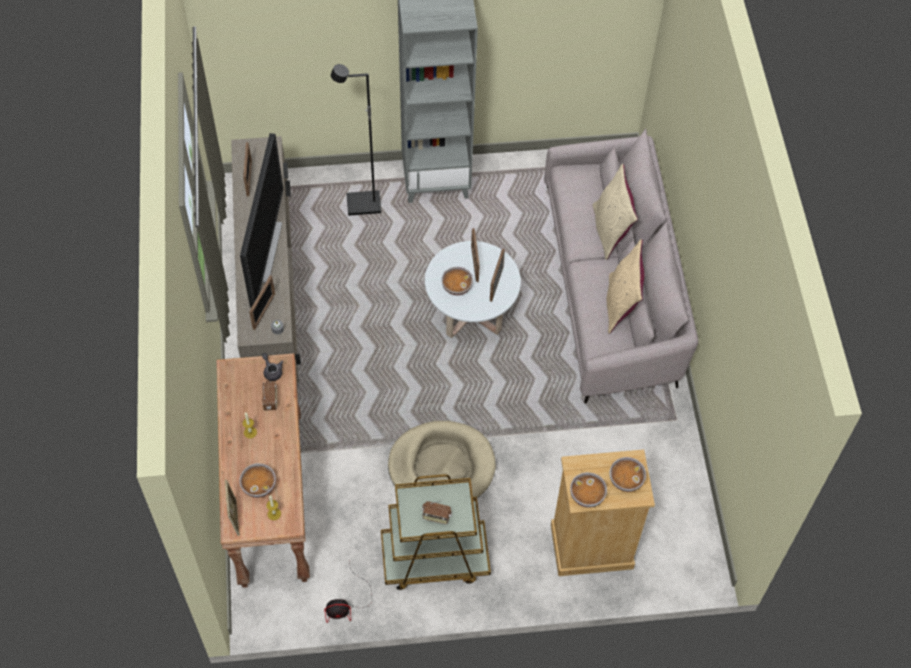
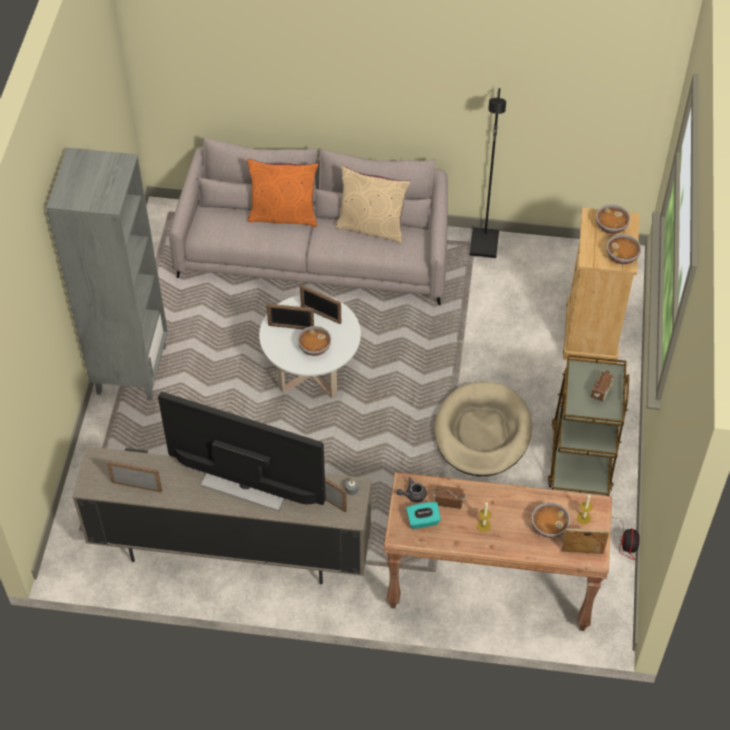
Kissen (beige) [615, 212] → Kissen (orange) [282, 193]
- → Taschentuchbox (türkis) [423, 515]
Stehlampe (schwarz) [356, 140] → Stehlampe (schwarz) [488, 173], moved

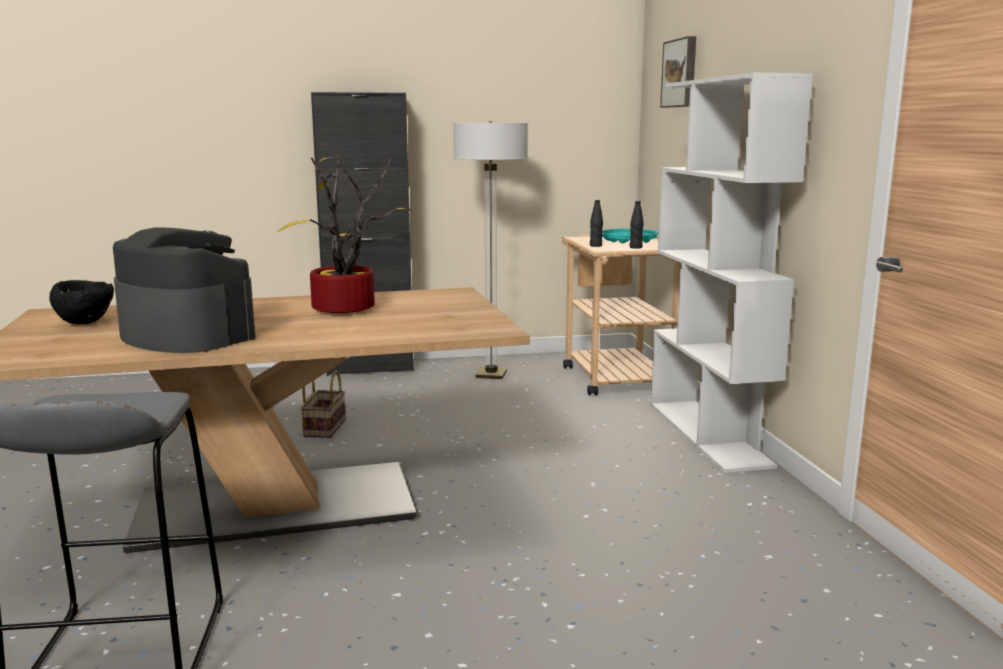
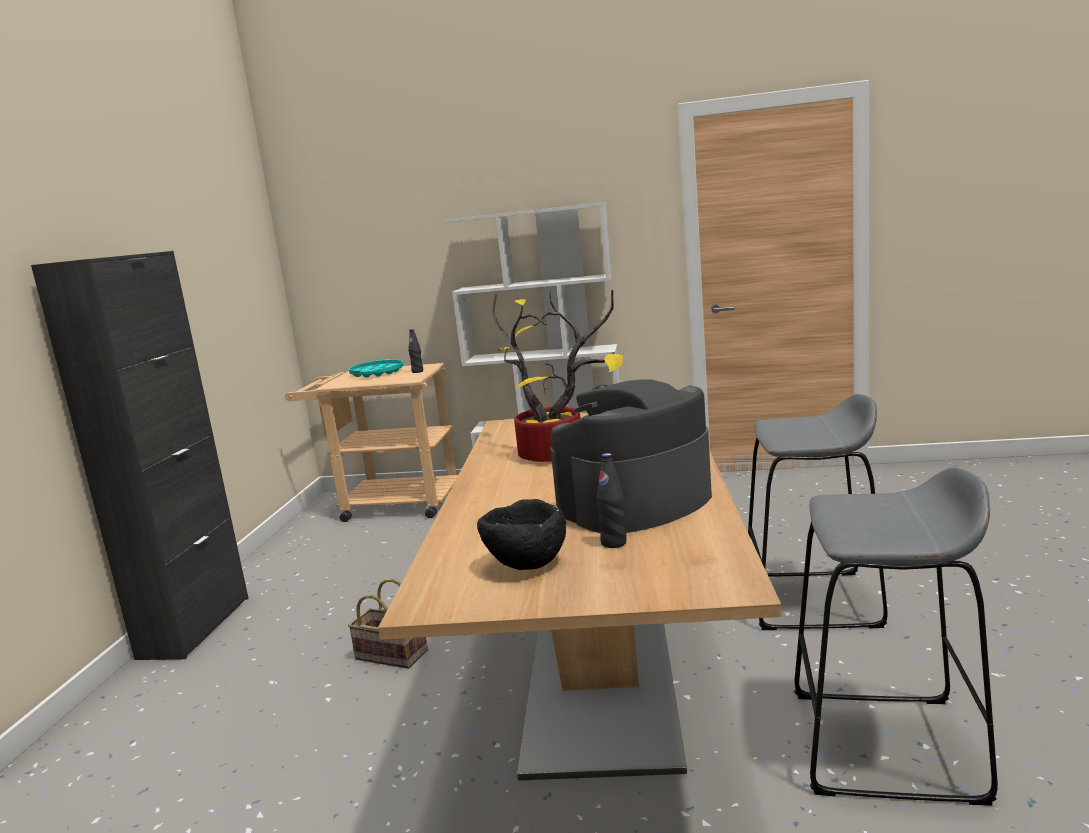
Flasche (schwarz) [596, 223] → Flasche (schwarz) [611, 500], moved
- → Hocker (grau) [818, 512]
Stehlampe [490, 250] → -
Bild [678, 72] → -

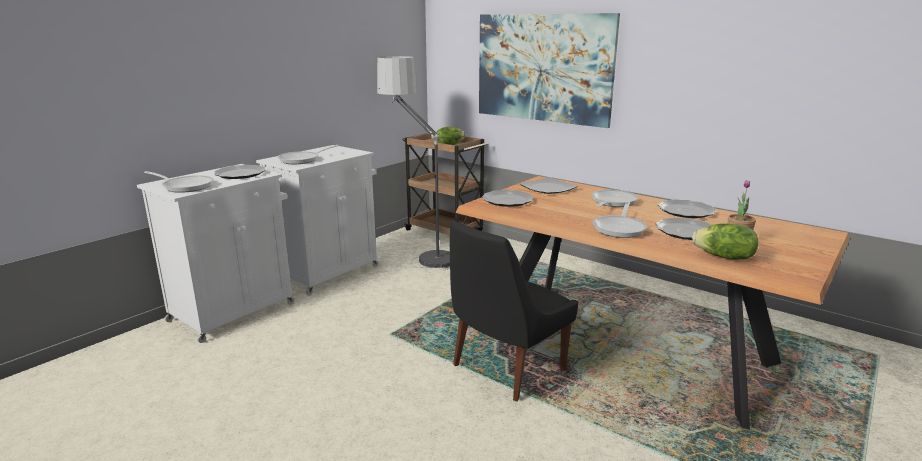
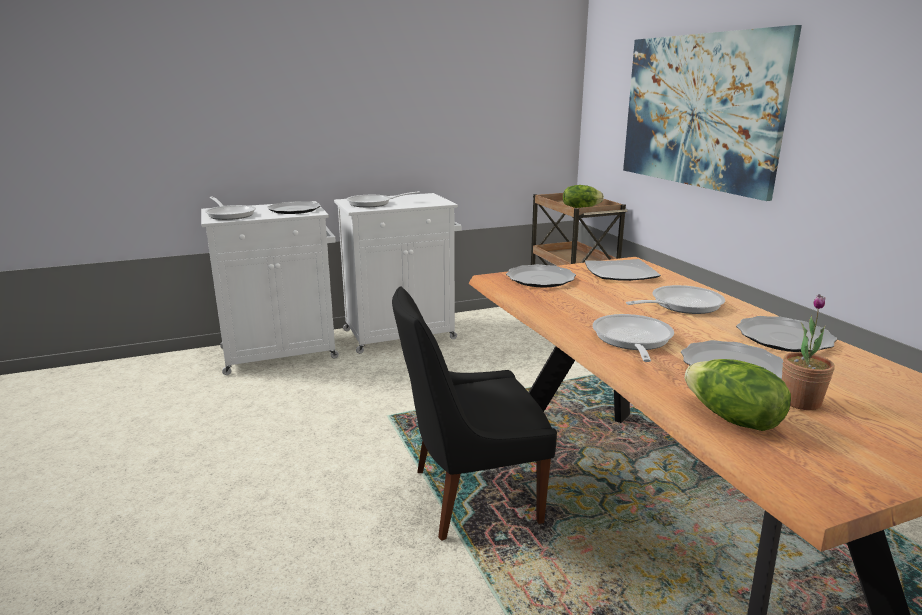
Pfanne [619, 219] → Pfanne [633, 338], 135 degrees clockwise
Stehlampe [413, 163] → -

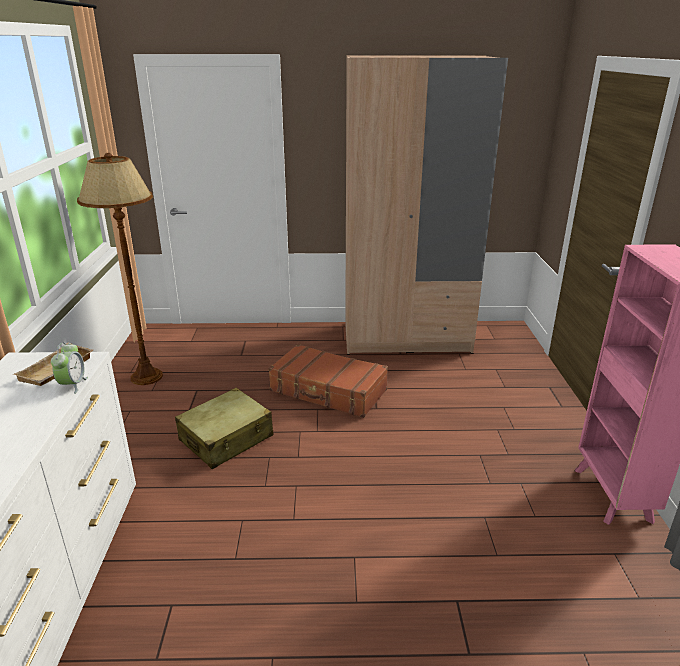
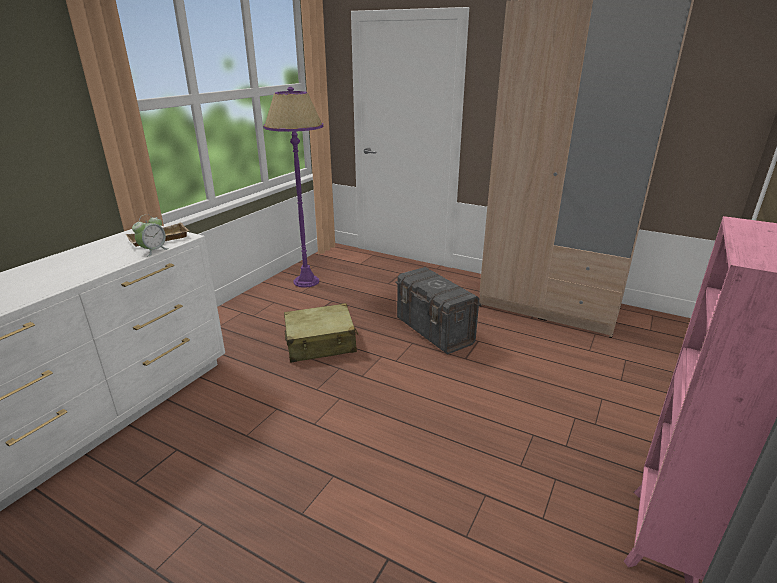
Stehlampe (braun) [120, 269] → Stehlampe (lila) [293, 187]
Koffer (braun) [328, 381] → Aufbewahrungsbox (grau) [438, 311]

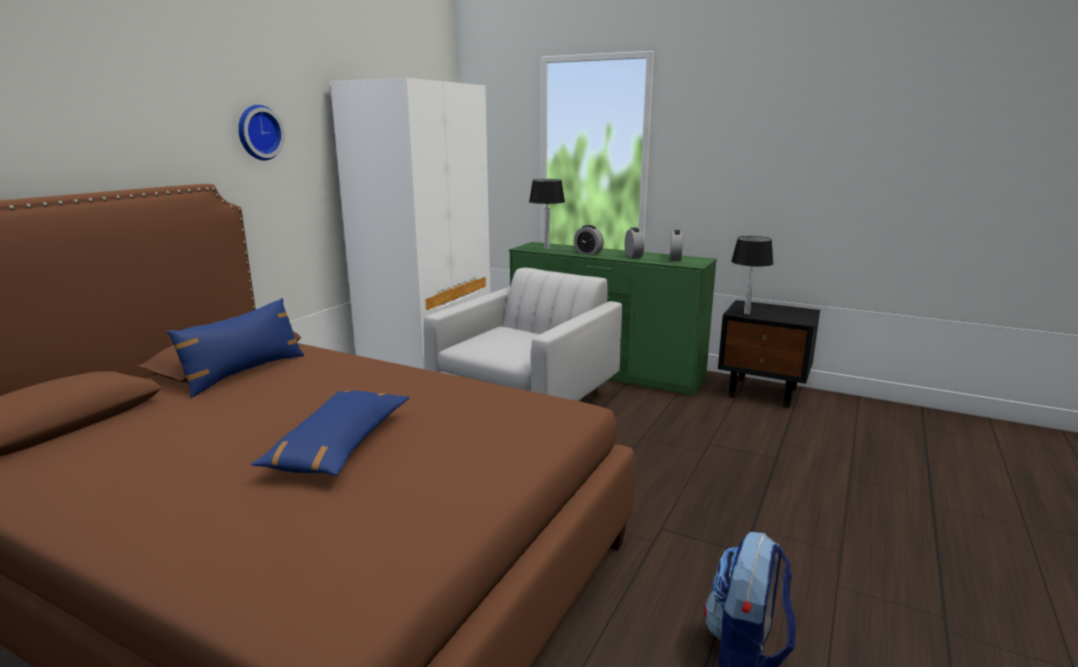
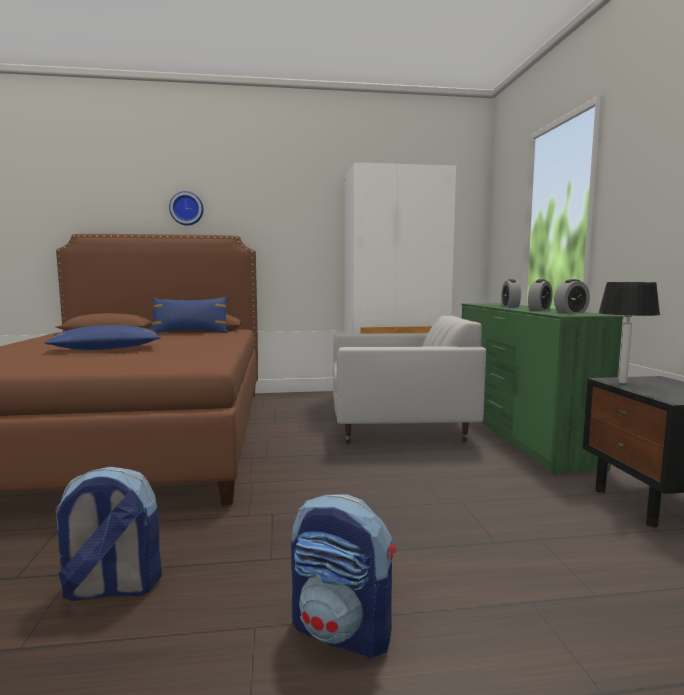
Wanduhr [261, 132] → Wanduhr [186, 208], moved
- → Rucksack [343, 576]
Tischlampe [547, 214] → -

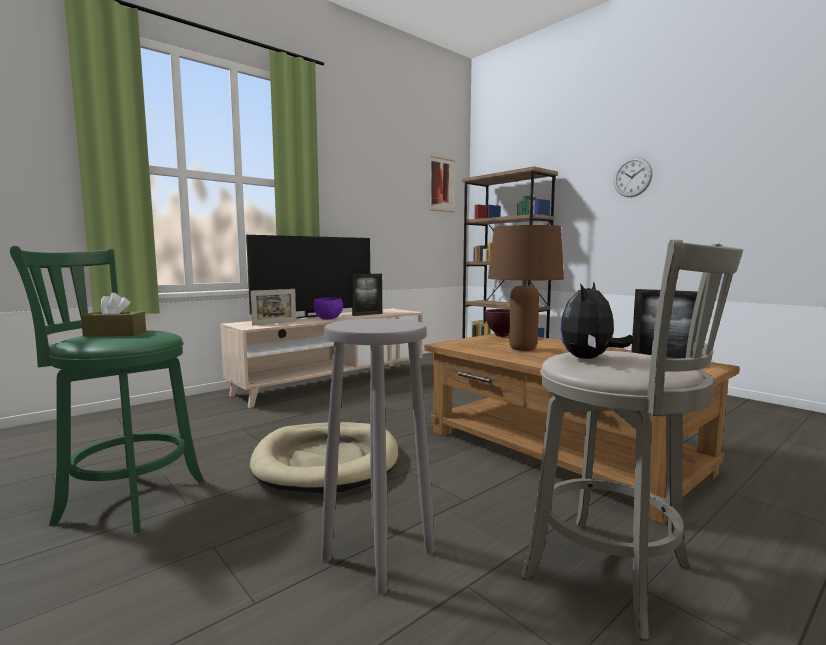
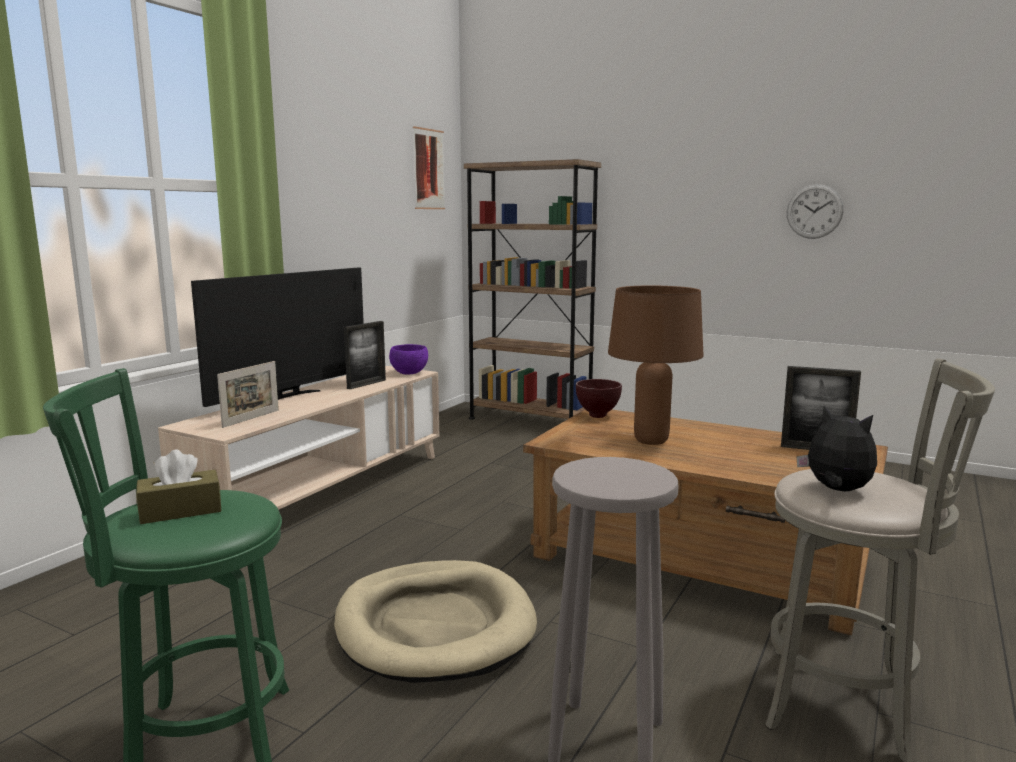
Schüssel (lila) [328, 309] → Schüssel (lila) [408, 359], moved
Wanduhr [633, 177] → Wanduhr [815, 211], moved
Plüschtier [597, 320] → Plüschtier [836, 448], 120 degrees clockwise

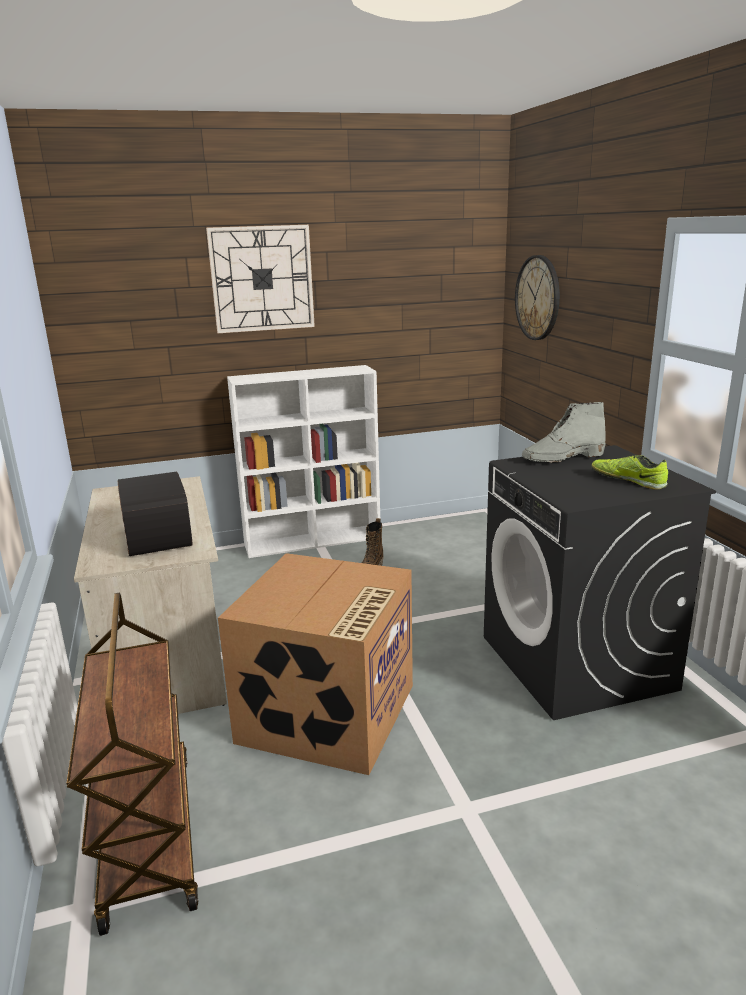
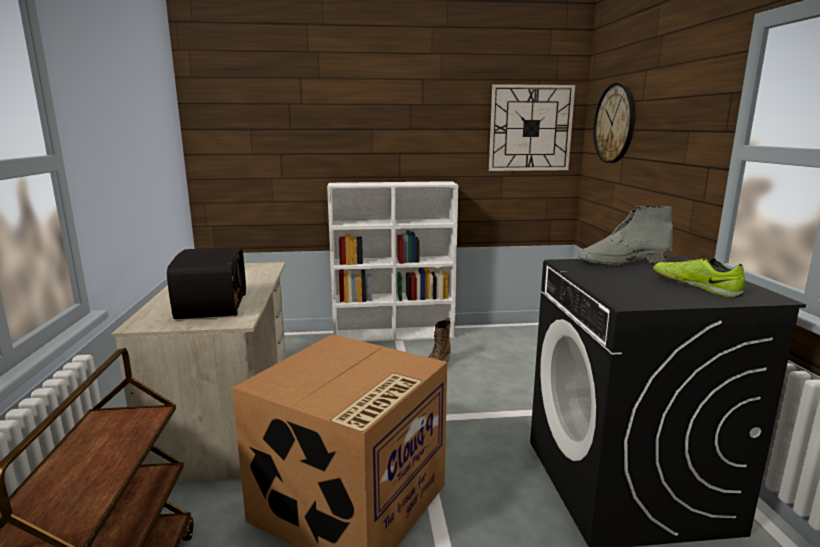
Wanduhr [260, 279] → Wanduhr [532, 127], moved

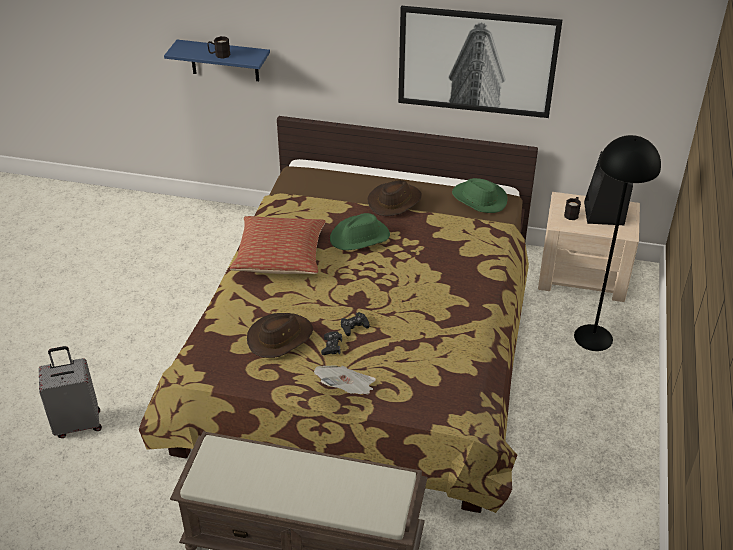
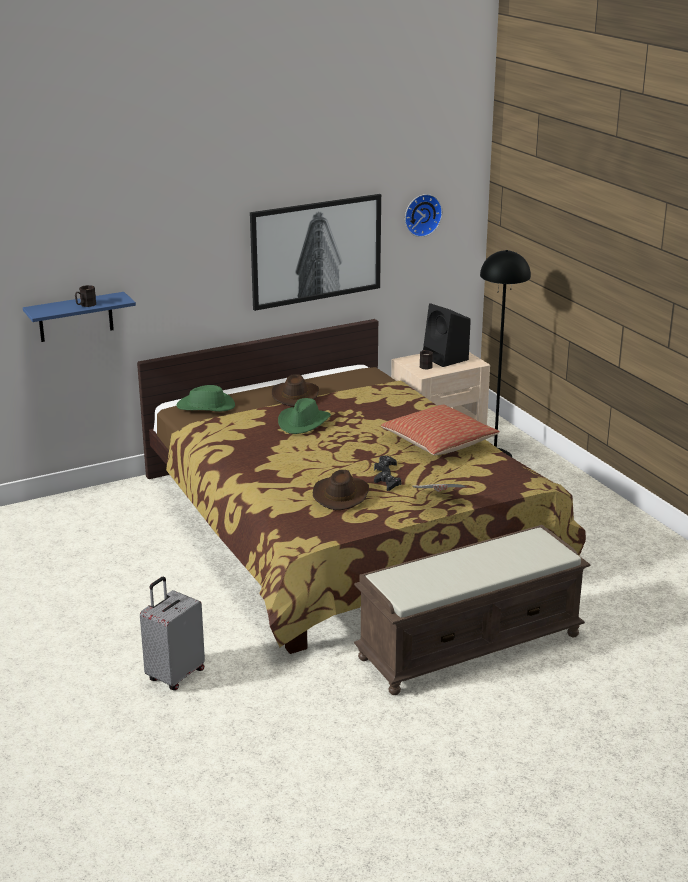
Hut (grün) [480, 195] → Hut (grün) [205, 398], moved
Kissen [277, 245] → Kissen [440, 430], moved
- → Wanduhr [423, 215]

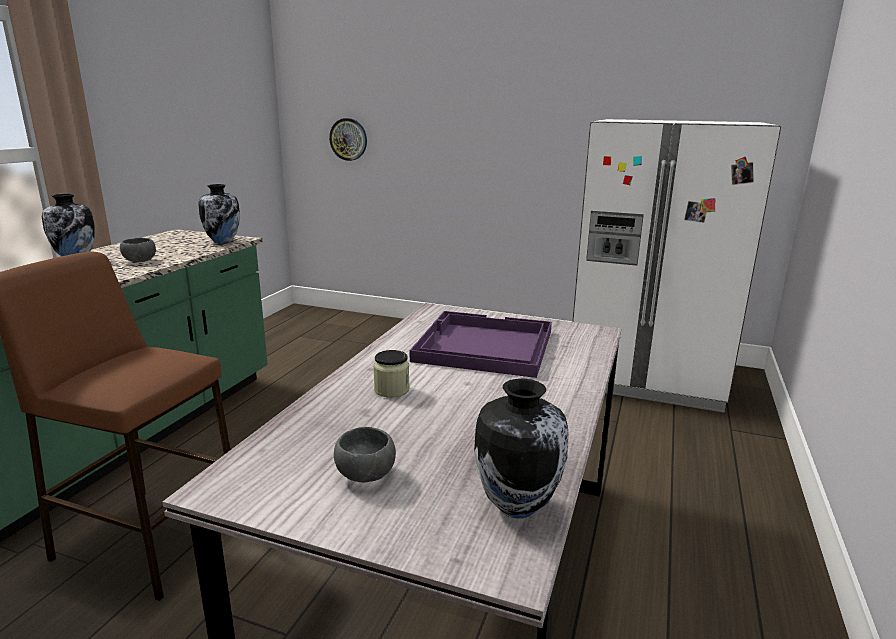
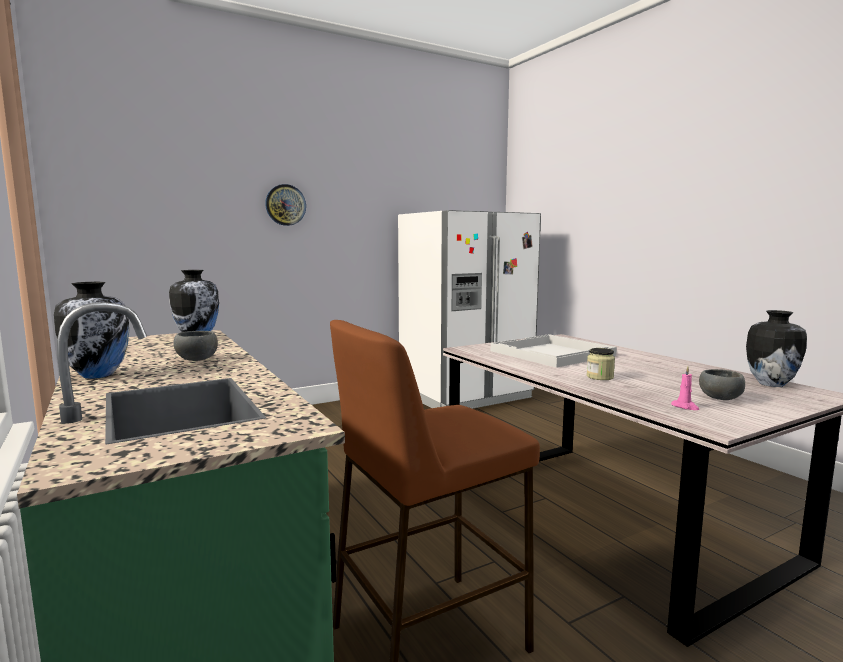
Wanduhr [348, 139] → Wanduhr [285, 205], moved
Tablett (lila) [481, 344] → Tablett (weiß) [554, 351]
- → Kerze (rosa) [685, 388]

